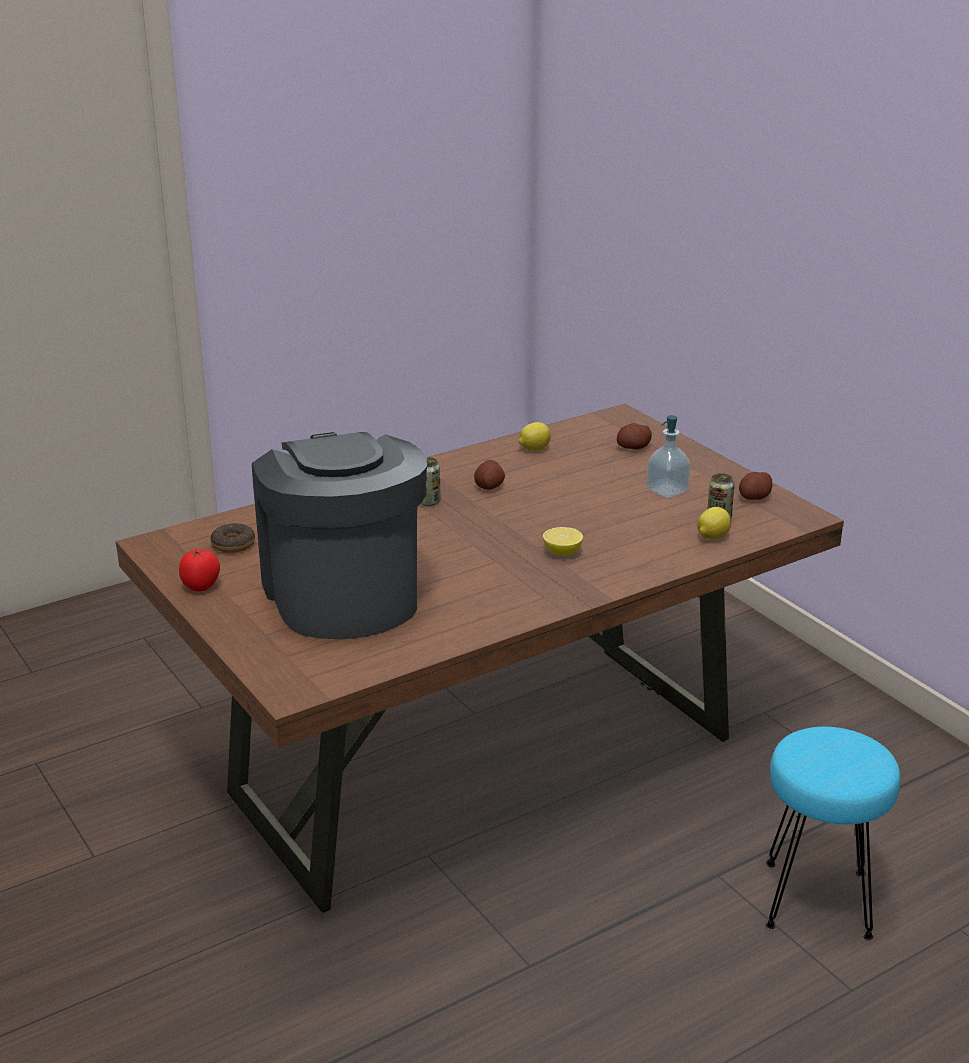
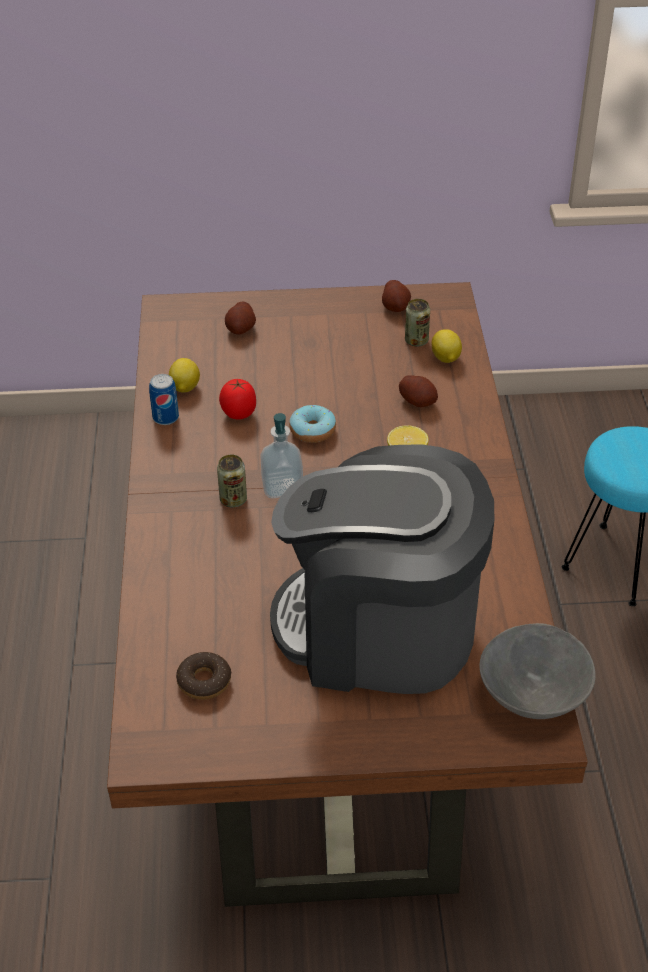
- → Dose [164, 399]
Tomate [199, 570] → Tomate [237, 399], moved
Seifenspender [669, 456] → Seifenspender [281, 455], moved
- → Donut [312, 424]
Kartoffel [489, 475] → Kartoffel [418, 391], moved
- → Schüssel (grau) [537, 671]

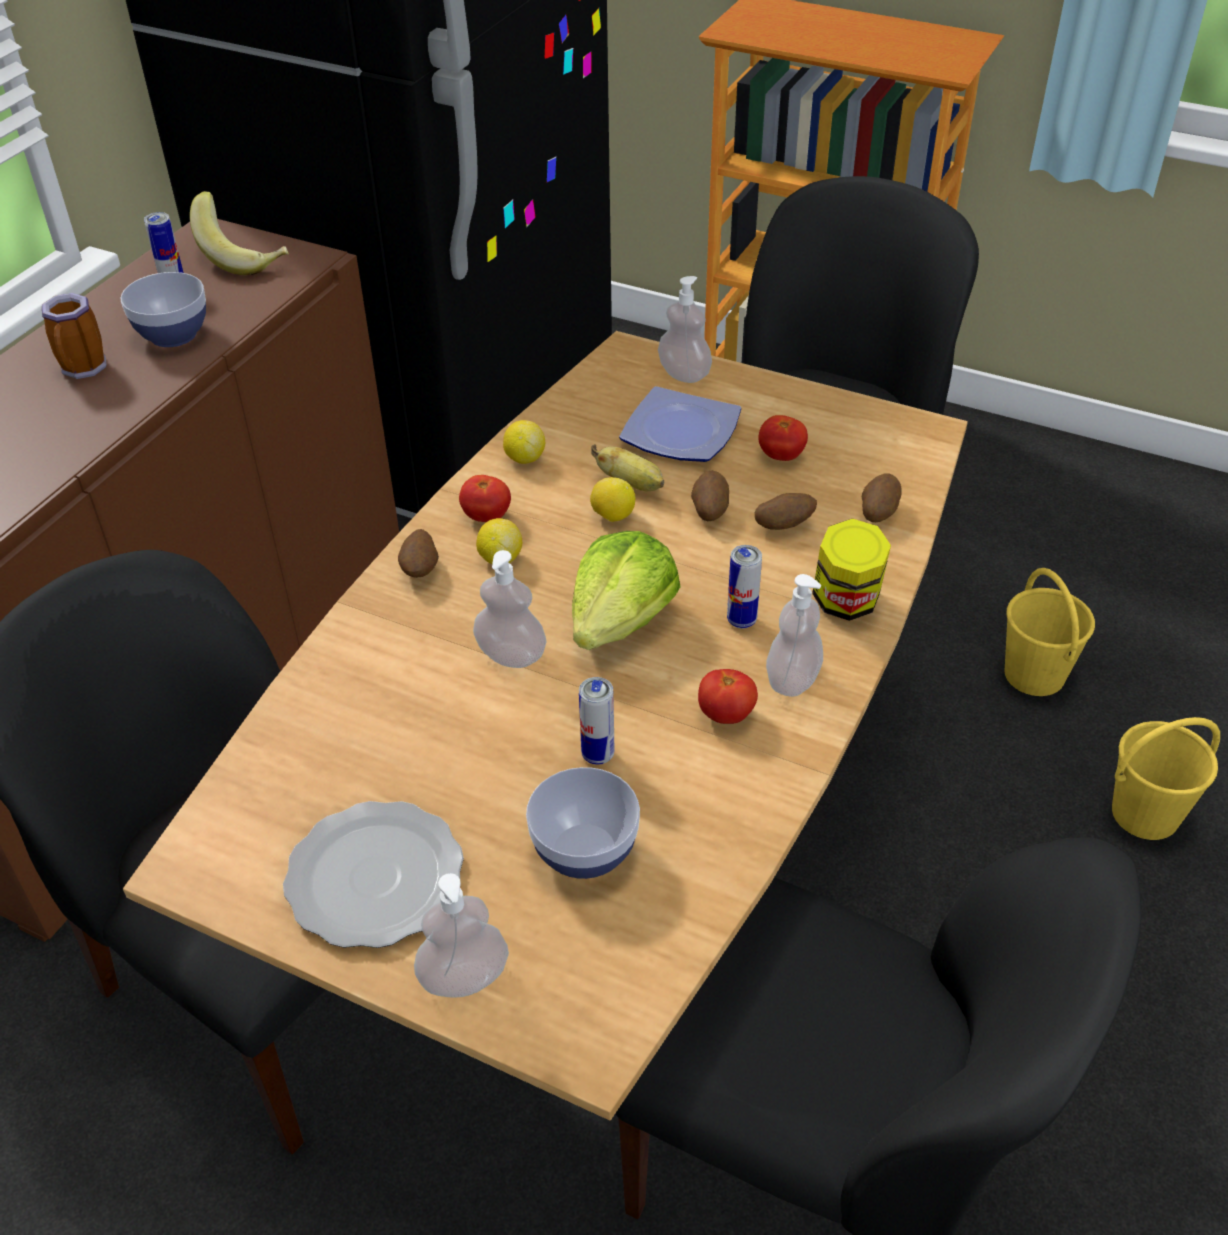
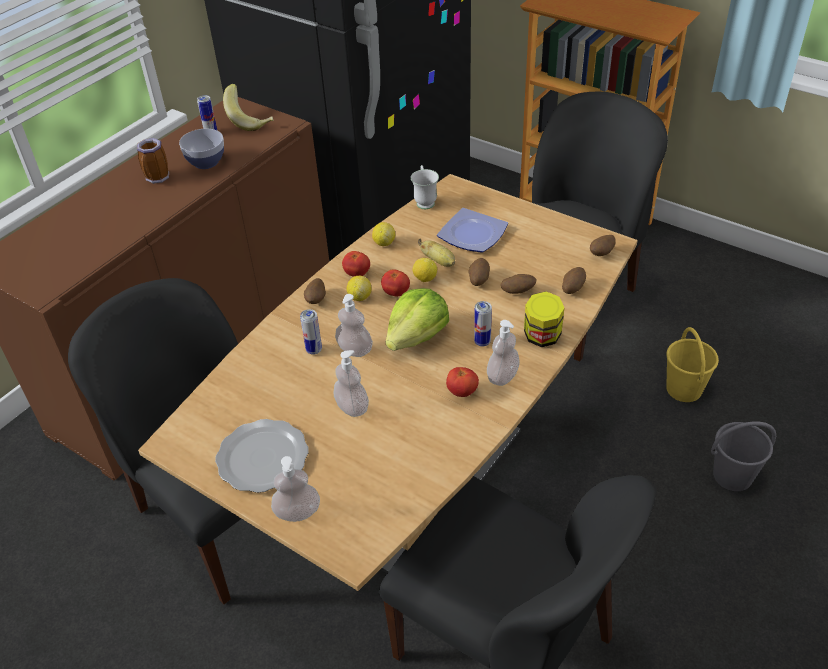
Dose [596, 721] → Dose [311, 332], moved
Seifenspender [685, 329] → Seifenspender [351, 383], moved
Tomate [783, 438] → Tomate [395, 283], moved
- → Henkelbecher (weiß) [425, 187]
- → Kartoffel [603, 245]
Eimer (gelb) [1166, 778] → Eimer (grau) [743, 456]
Schüssel [583, 823] → -

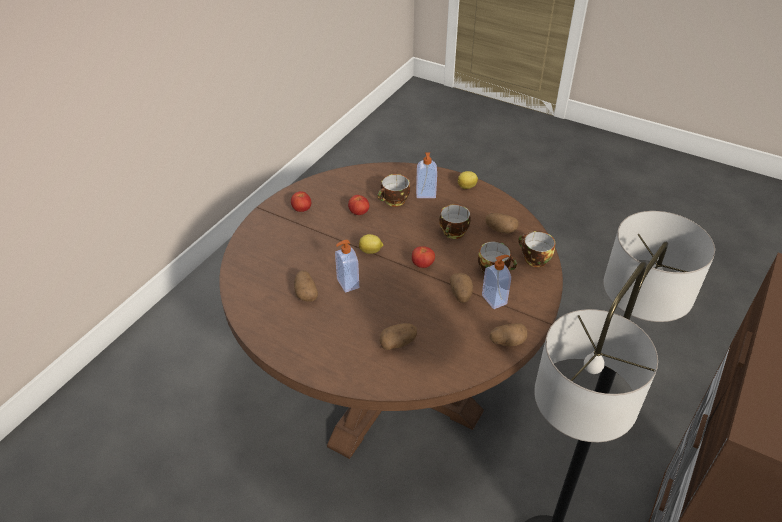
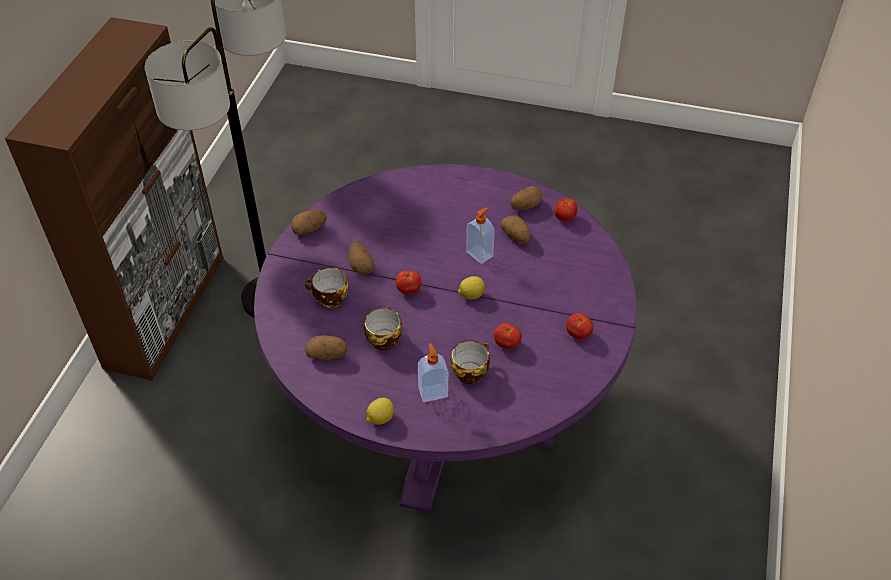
Esstisch (braun) [391, 310] → Esstisch (lila) [445, 338]
Kartoffel [398, 336] → Kartoffel [526, 198], moved
- → Tomate [566, 210]
Seifenspender [496, 282] → -
Tasse [536, 249] → -

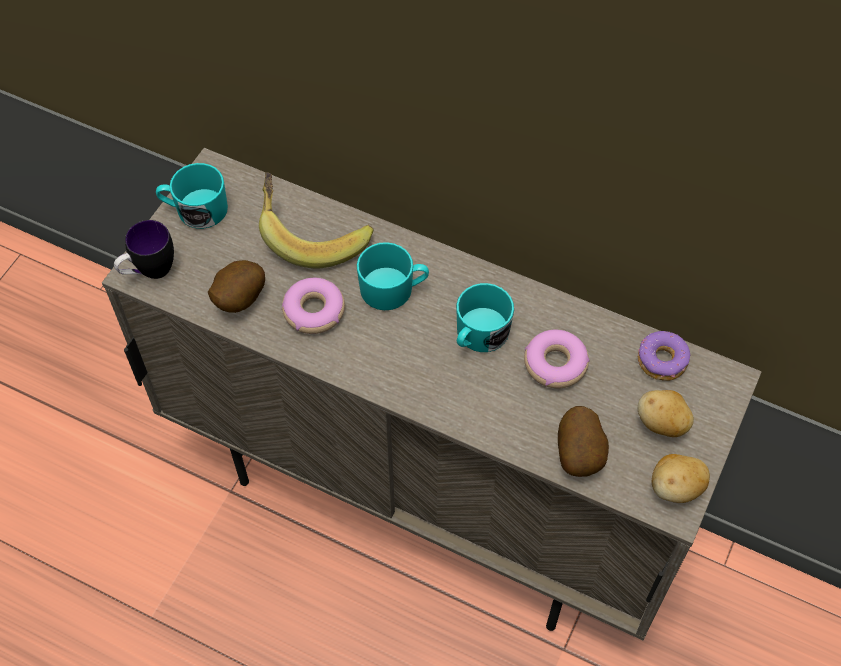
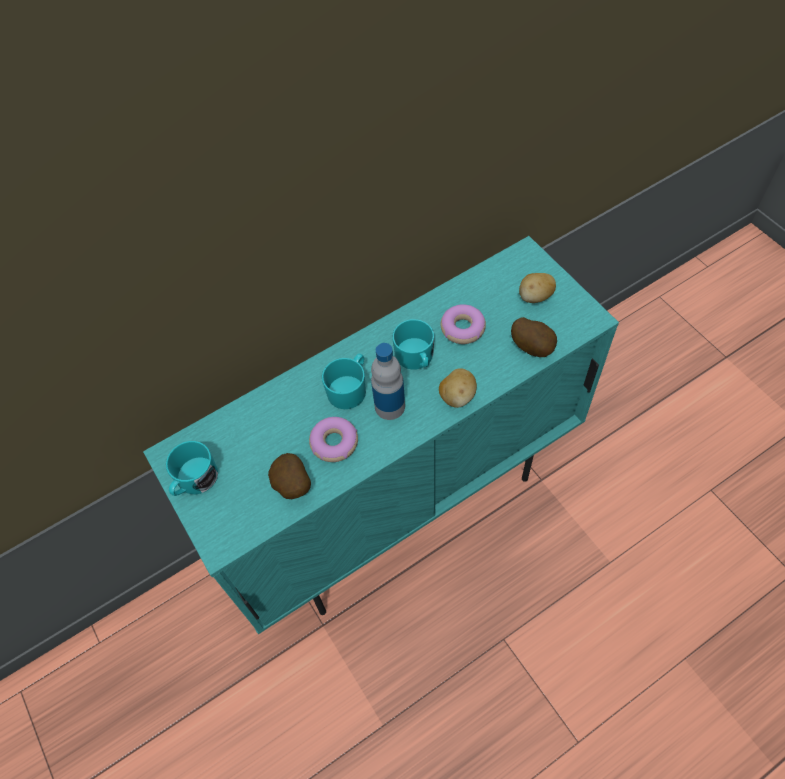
Schrank (beige) [432, 394] → Schrank (türkis) [381, 435]
- → Flasche [388, 381]
Kartoffel [680, 478] → Kartoffel [458, 388], moved
Henkelbecher [144, 249] → -
Banane [316, 220] → -
Donut [664, 356] → -

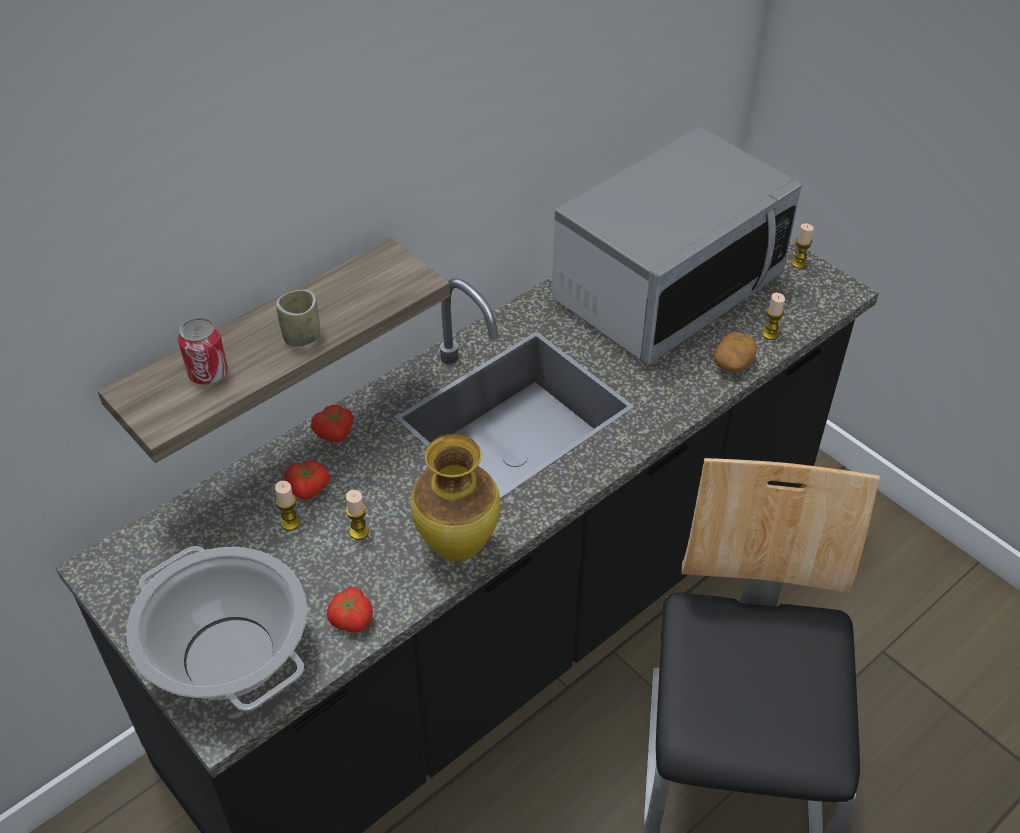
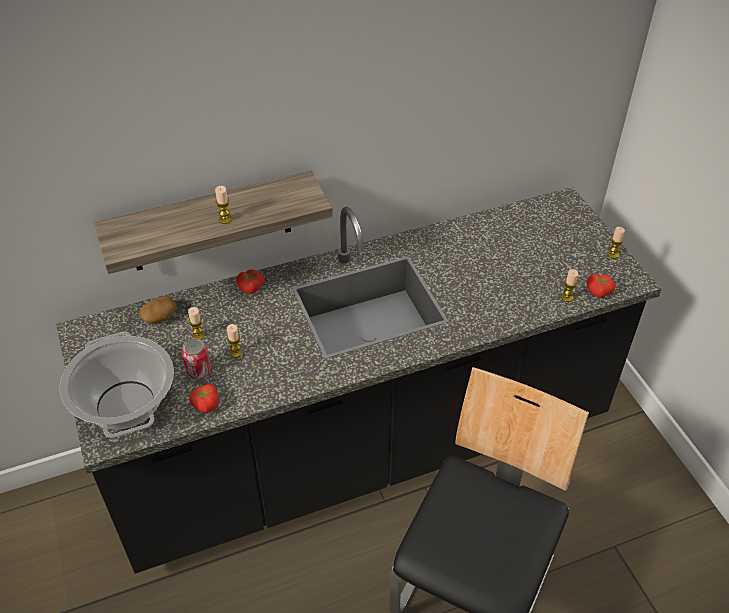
Kartoffel [735, 352] → Kartoffel [158, 310], moved
Dose [203, 351] → Dose [196, 358], moved
Tasse [298, 318] → Kerze [223, 205]
Tomate [307, 480] → Tomate [601, 286], moved
Vase [455, 498] → -
Mikrowelle [677, 246] → -

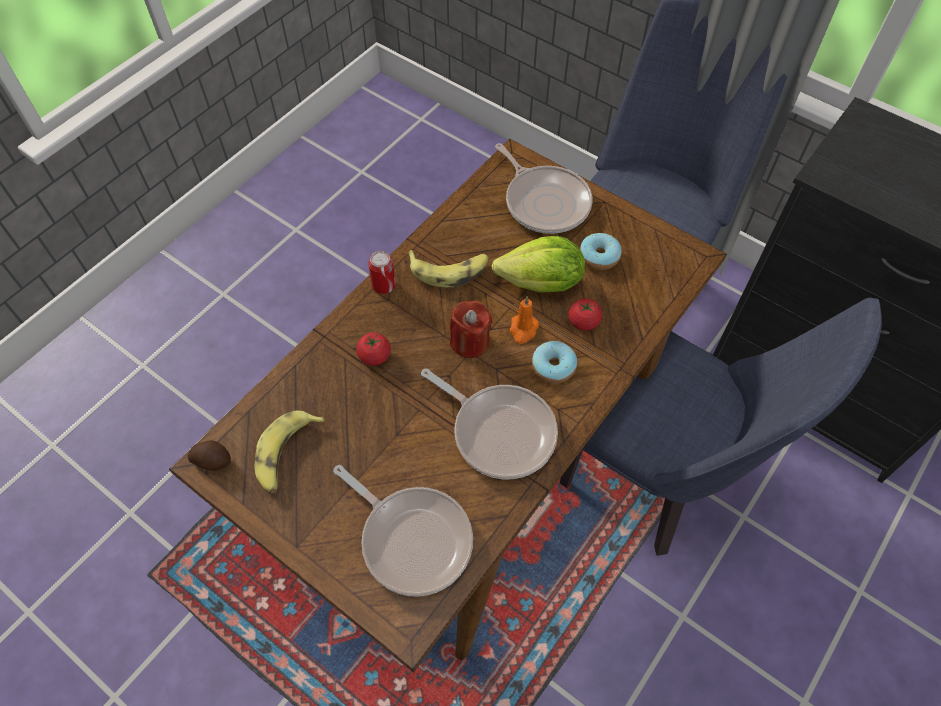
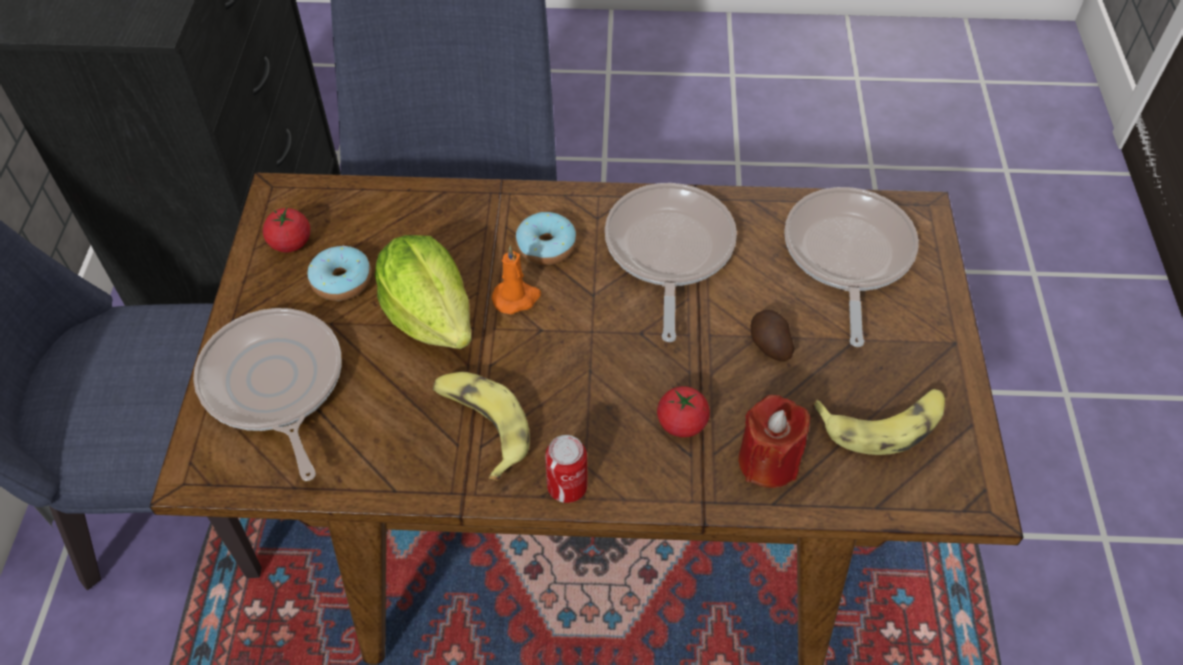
Pfanne [544, 188] → Pfanne [267, 394], 45 degrees counterclockwise
Tomate [585, 314] → Tomate [286, 230], moved
Kerze (rot) [471, 329] → Kerze (rot) [774, 441], moved
Kartoffel [209, 455] → Kartoffel [773, 335], moved

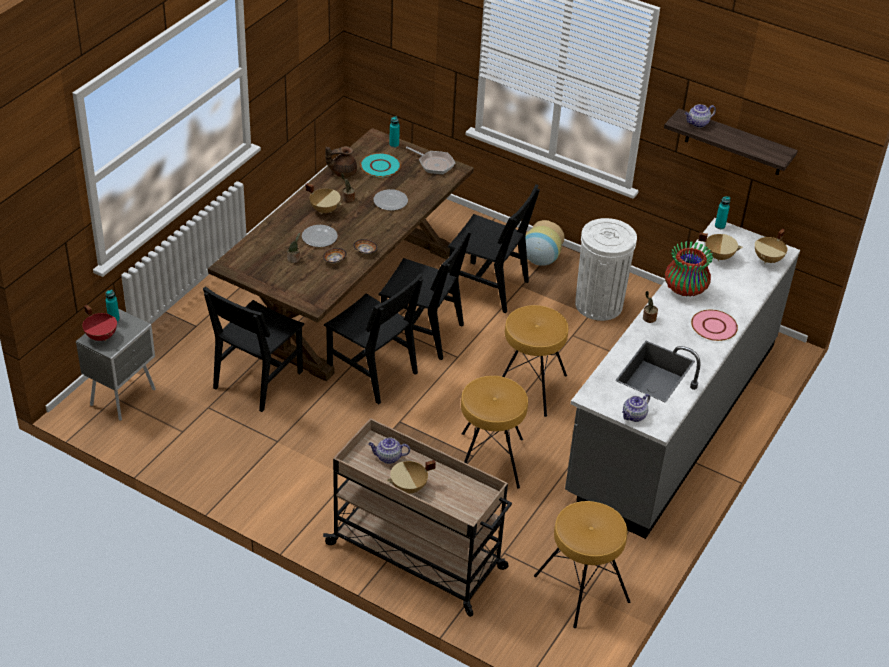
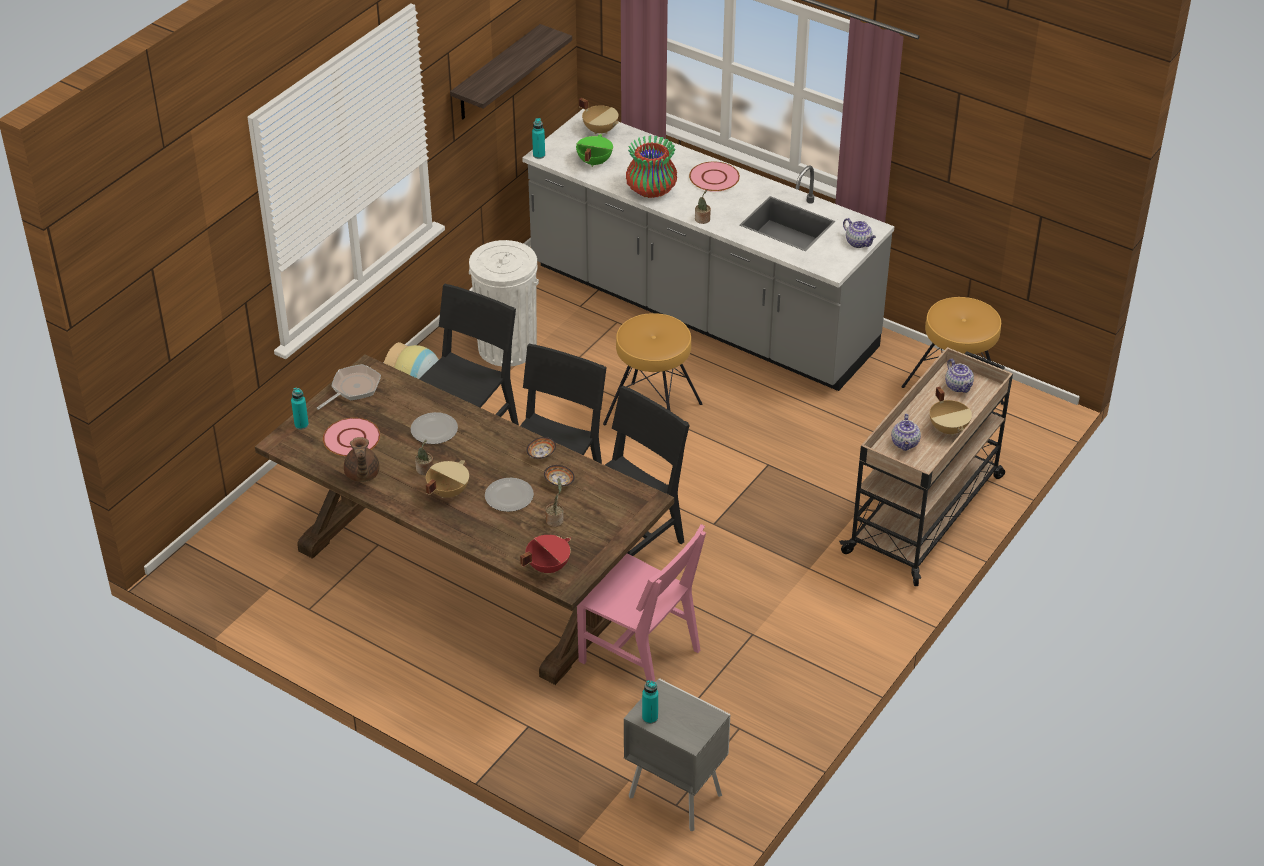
Teller (türkis) [380, 165] → Teller (rosa) [351, 437]
Kochtopf (rot) [99, 323] → Kochtopf (rot) [545, 554], moved
Kochtopf (beige) [720, 246] → Kochtopf (grün) [594, 150]
Stuhl (schwarz) [253, 349] → Stuhl (rosa) [641, 603]
Teekanne [700, 116] → Teekanne [959, 376], moved
Hocker (braun) [494, 432] → -

